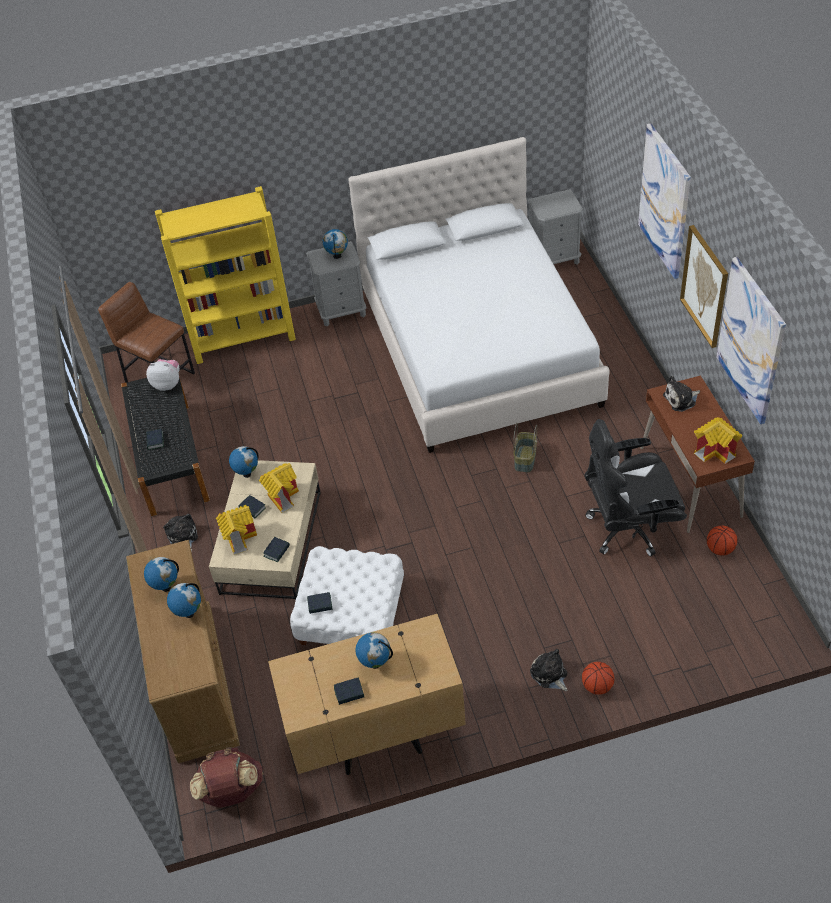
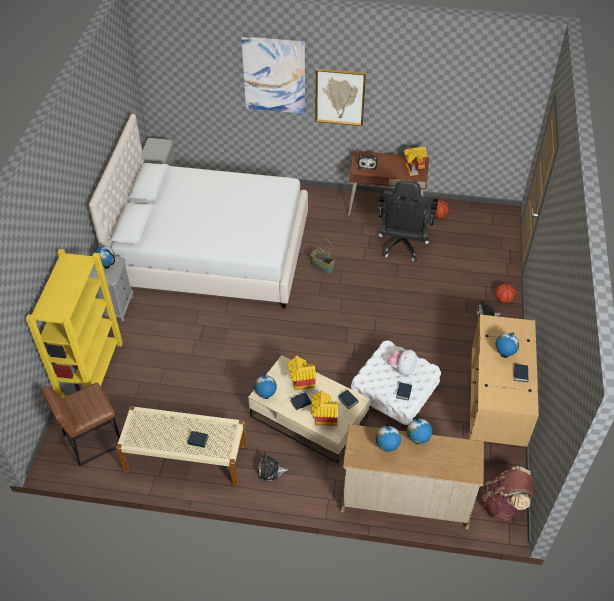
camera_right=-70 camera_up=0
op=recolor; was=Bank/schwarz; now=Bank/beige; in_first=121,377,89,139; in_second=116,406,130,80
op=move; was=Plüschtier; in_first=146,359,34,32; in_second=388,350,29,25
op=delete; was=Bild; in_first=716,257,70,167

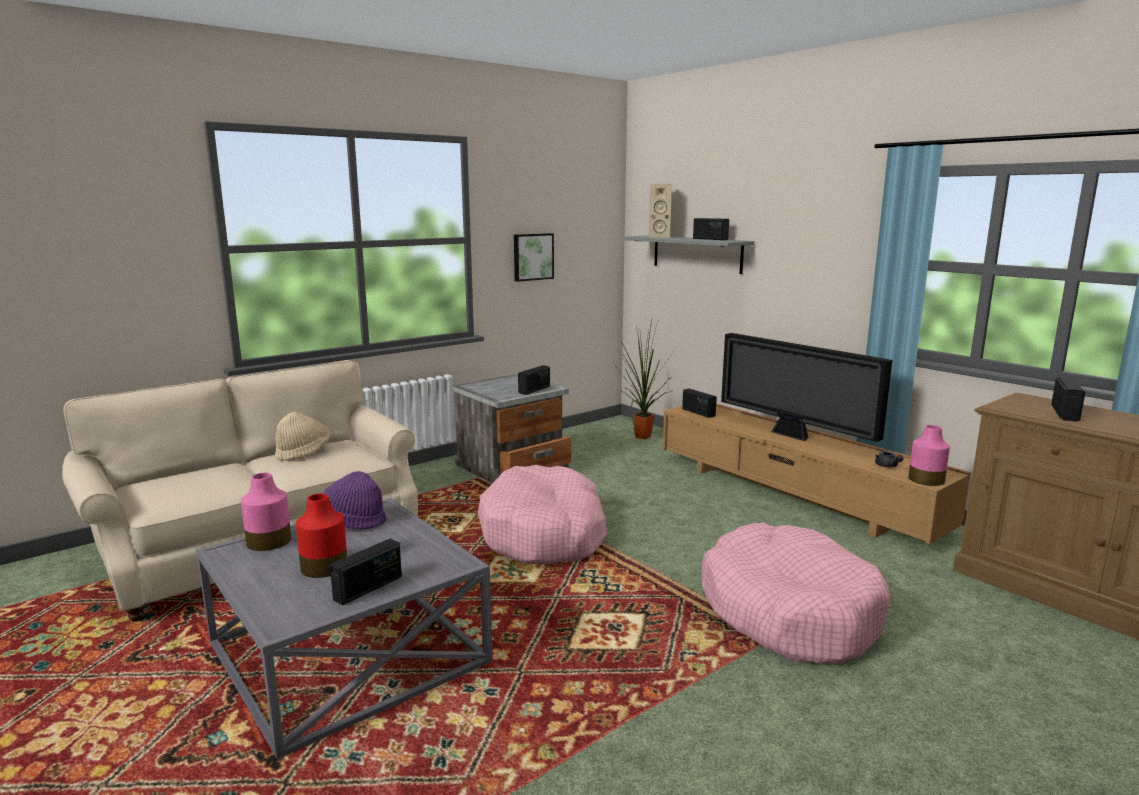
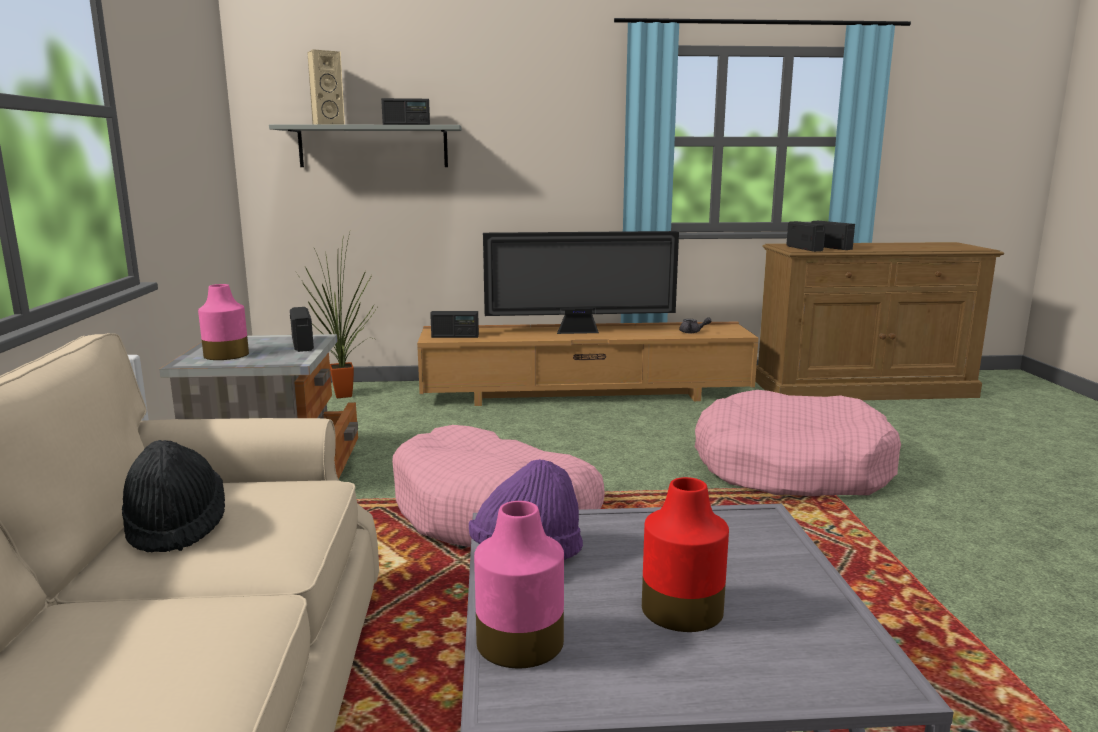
camera_right=-55 camera_up=0
op=recolor; was=Hut/beige; now=Hut/schwarz; in_first=275,412,55,49; in_second=122,440,103,113
op=move; was=Radio; in_first=330,539,72,66; in_second=786,221,40,31
op=delete; was=Bild; in_first=514,233,40,49
op=move; was=Vase/rosa; in_first=908,425,42,61; in_second=198,284,51,76

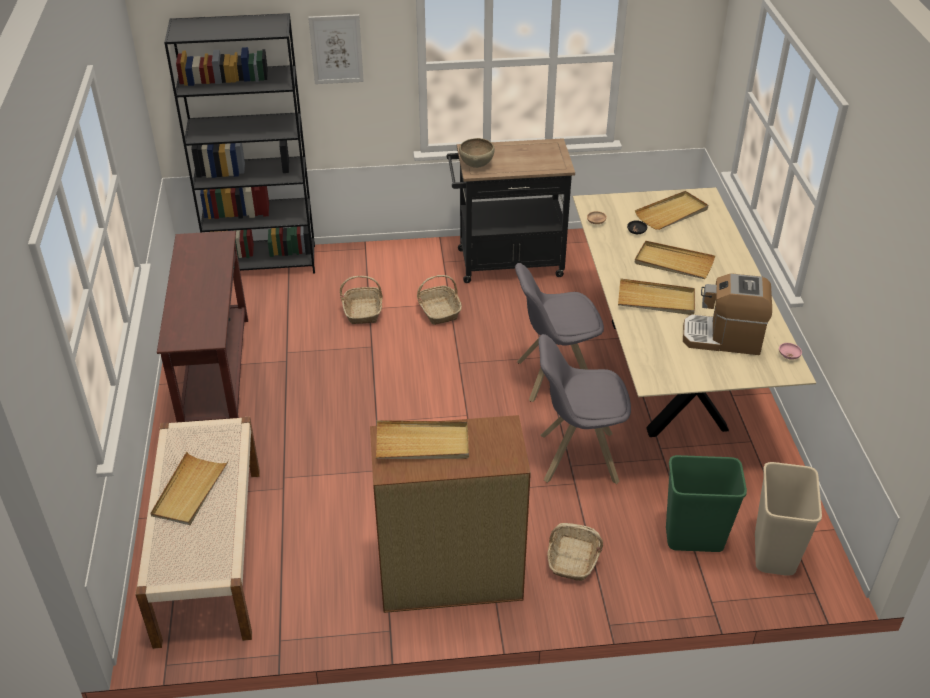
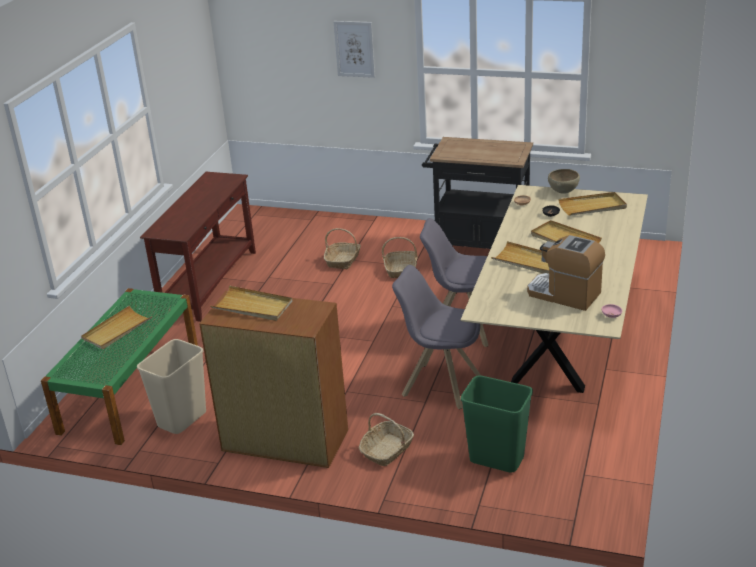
camera_right=25 camera_up=-10
op=recolor; was=Bank/beige; now=Bank/grün; in_first=135,417,125,232; in_second=41,288,157,157
op=delete; was=Bücherregal/schwarz; in_first=164,13,151,260
op=move; was=Schüssel/braun; in_first=459,138,36,30; in_second=548,169,32,25
op=move; was=Mülleimer/beige; in_first=755,462,67,114; in_second=137,339,69,95

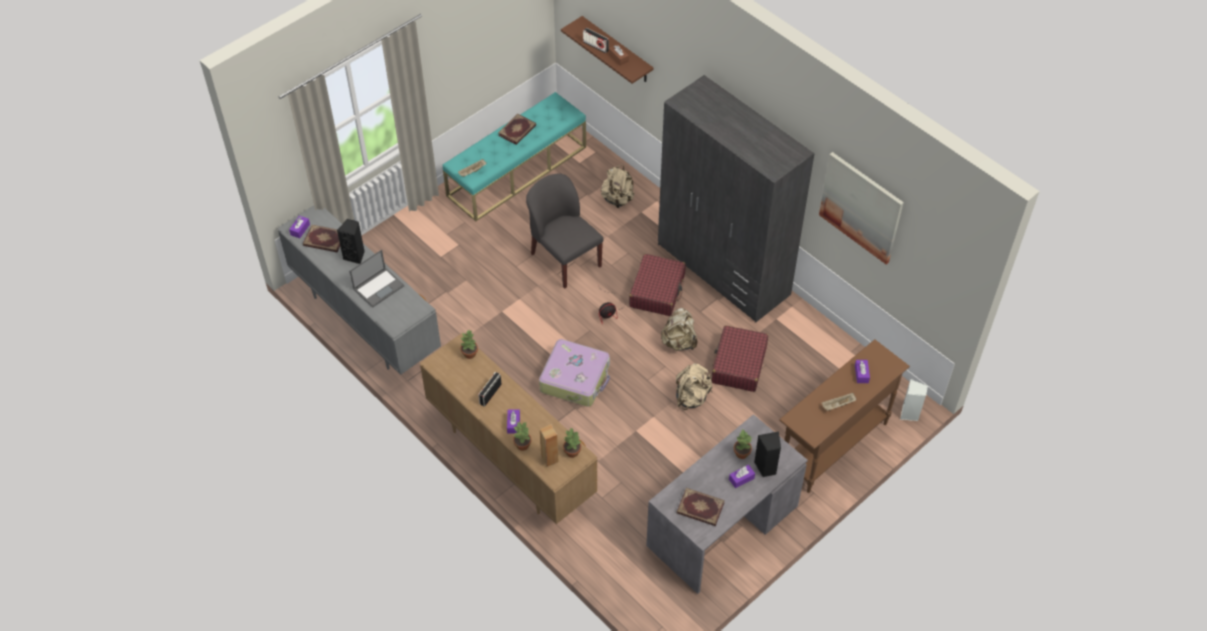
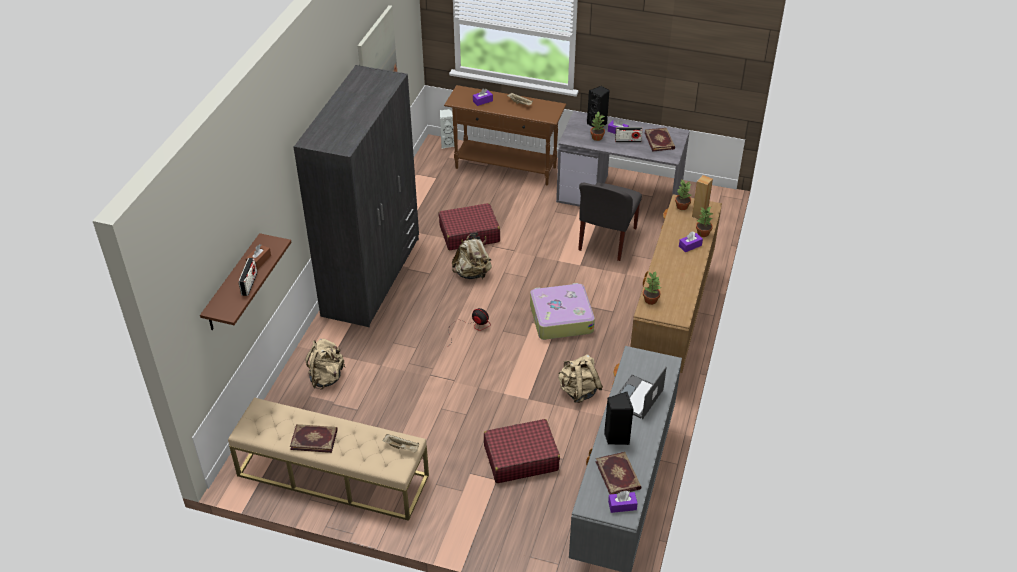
camera_right=-120 camera_up=-10
op=rotate; was=Laptop; in_first=349,250,55,58; in_second=617,366,50,53; clockwise=-75
op=recolor; was=Bank/türkis; now=Bank/beige; in_first=442,92,144,129; in_second=228,397,201,124
op=move; was=Radio; in_first=478,372,24,35; in_second=615,127,28,15
op=move; was=Stuhl/grau; in_first=526,173,77,116; in_second=578,183,64,78
op=move; was=Koffer/rot; in_first=629,254,57,62; in_second=484,419,76,64
op=move; was=Rucksack/beige; in_first=676,363,36,47; in_second=558,354,45,49

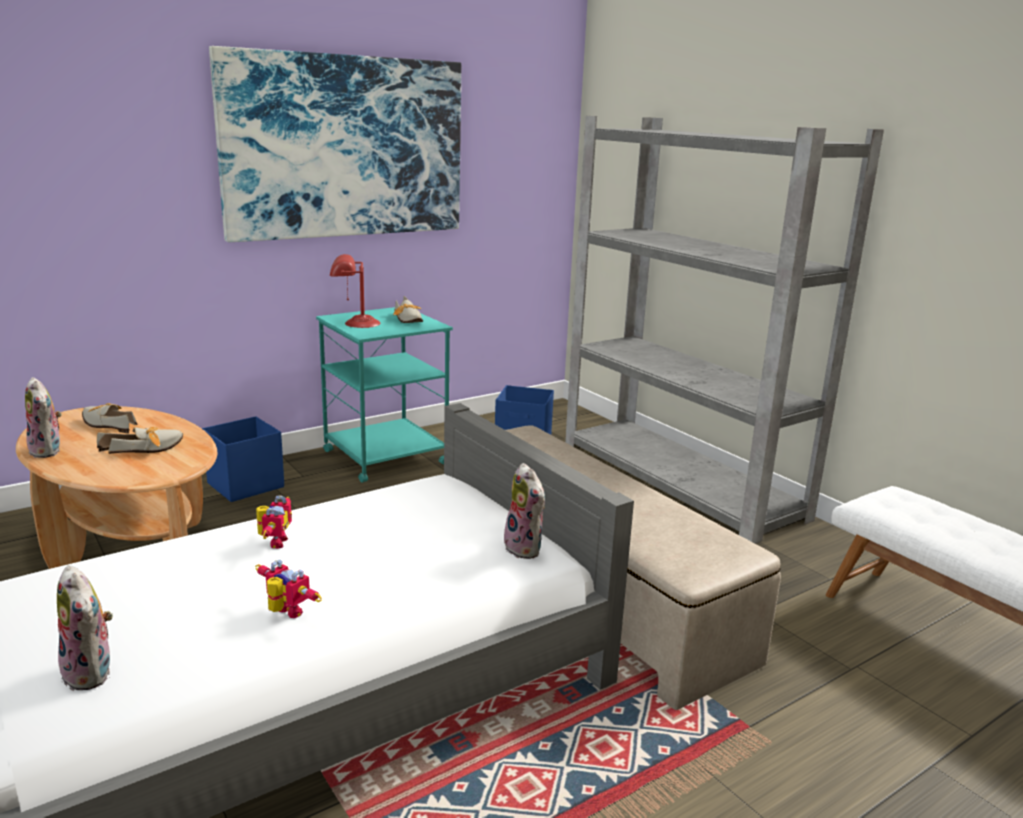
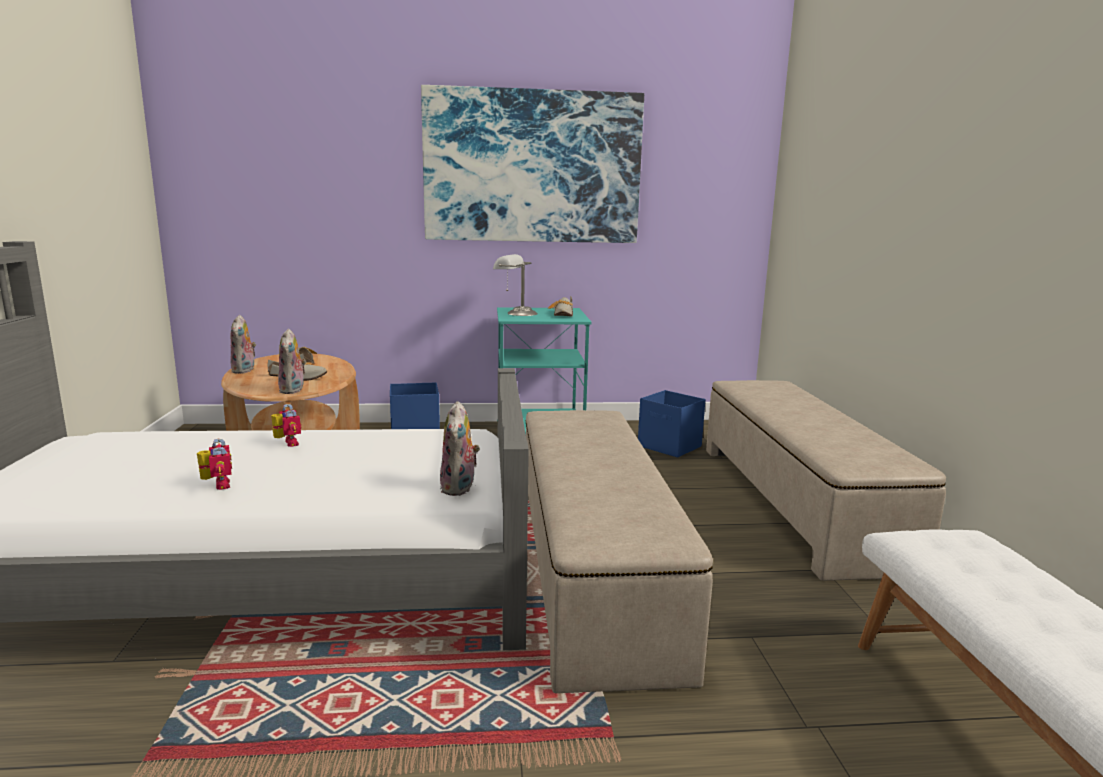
camera_right=30 camera_up=-5
op=move; was=Plüschtier; in_first=57,565,56,126; in_second=278,329,28,65
op=rotate; was=Spielzeugroboter; in_first=256,495,36,54; in_second=271,404,30,43; clockwise=-60
op=recolor; was=Tischlampe/rot; now=Tischlampe/weiß; in_first=330,254,51,74; in_second=493,254,45,62
op=replace; was=Bücherregal/grau; now=Bank/beige; in_first=565,116,319,428; in_second=706,380,240,201

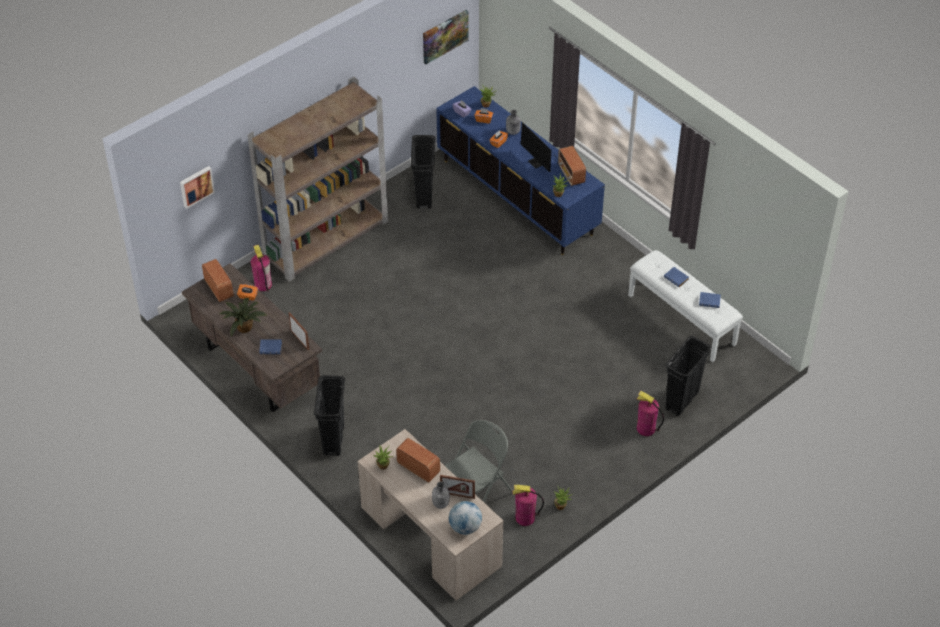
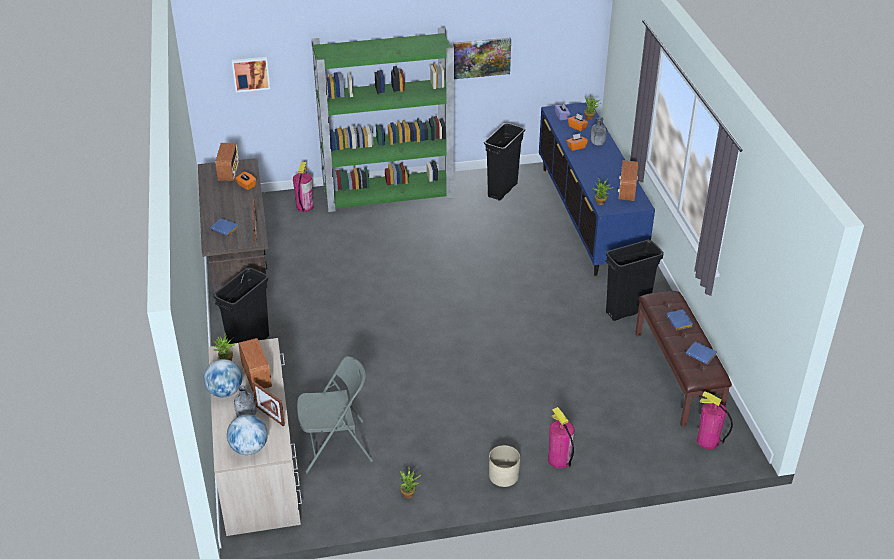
camera_right=30 camera_up=-10
op=delete; was=Topfpflanze; in_first=220,298,47,38
op=recolor; was=Bücherregal/braun; now=Bücherregal/grün; in_first=247,77,141,205; in_second=312,27,142,185
op=move; was=Bild; in_first=423,10,45,54; in_second=453,38,58,41
op=move; was=Feuerlöscher; in_first=512,485,32,41; in_second=697,391,36,58
op=delete; was=Monitor; in_first=521,122,36,50
op=recolor; was=Bank/weiß; now=Bank/braun; in_first=628,250,115,112; in_second=635,291,97,136
op=move; was=Mülleimer/schwarz; in_first=665,336,47,80; in_second=605,240,59,81
op=insert; now=Globus; in_second=203,359,39,38
op=insert; now=Pflanzkübel/beige; in_second=489,445,31,42

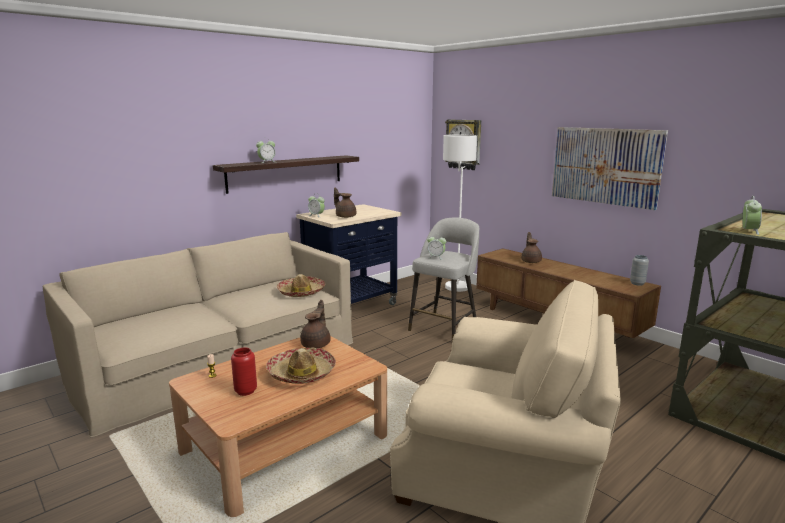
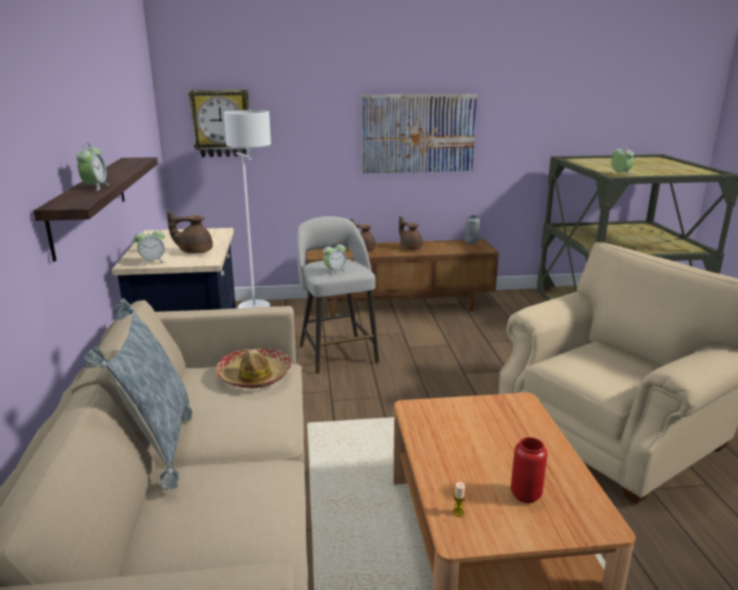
camera_right=-55 camera_up=5
op=delete; was=Hut; in_first=266,348,70,36
op=move; was=Teekanne/braun; in_first=300,300,31,48; in_second=399,216,24,34
op=insert; now=Kissen; in_second=83,298,109,191

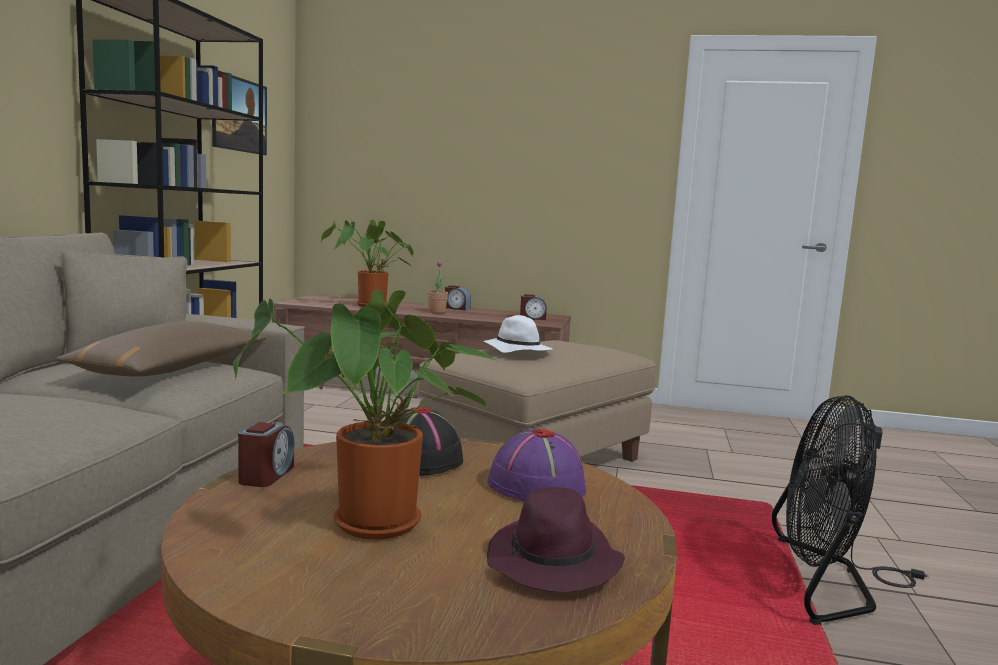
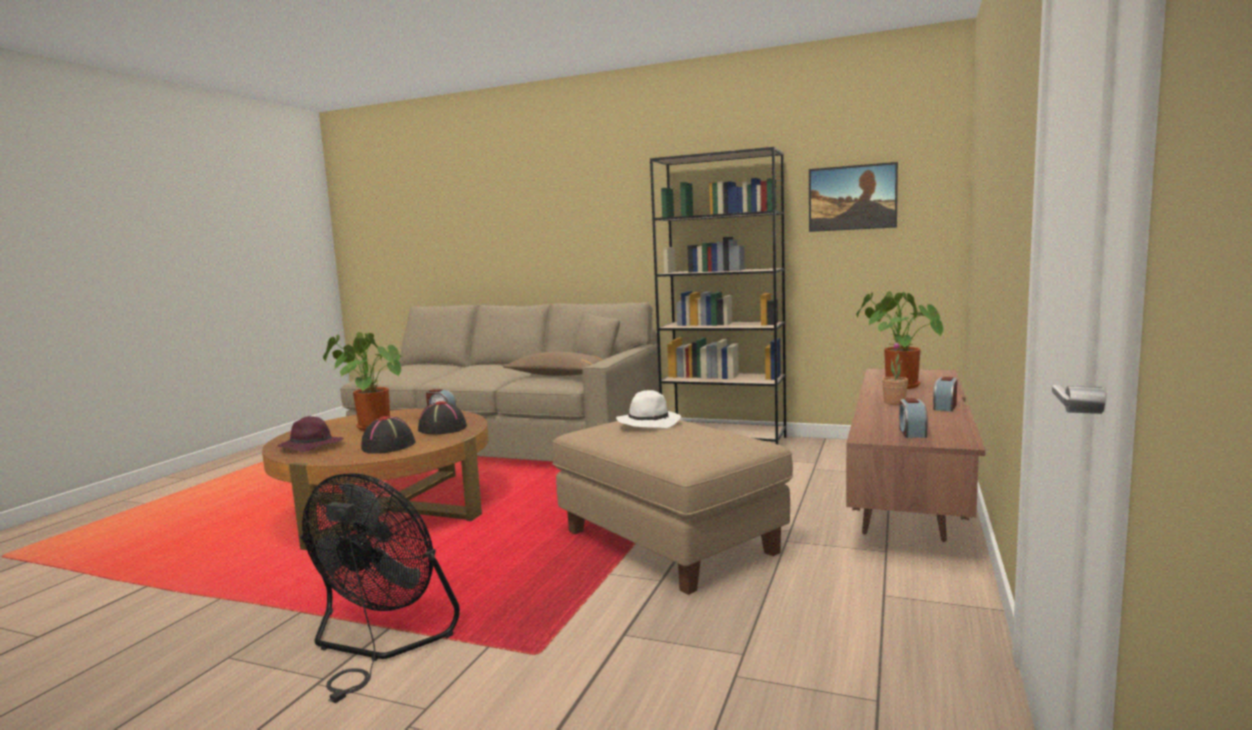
camera_right=100 camera_up=0
op=recolor; was=Hut/lila; now=Hut/schwarz; in_first=487,429,99,72; in_second=361,416,54,38

